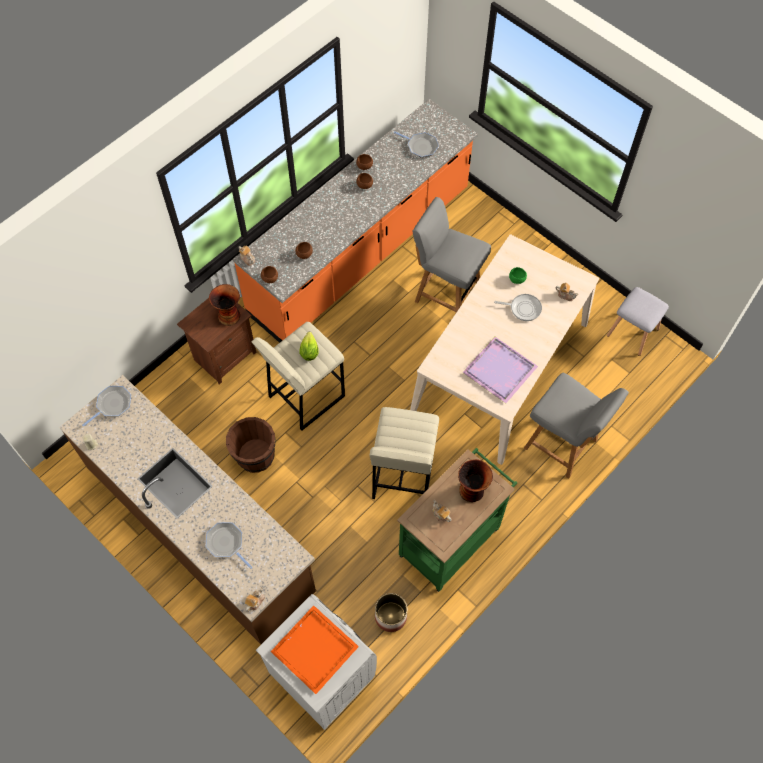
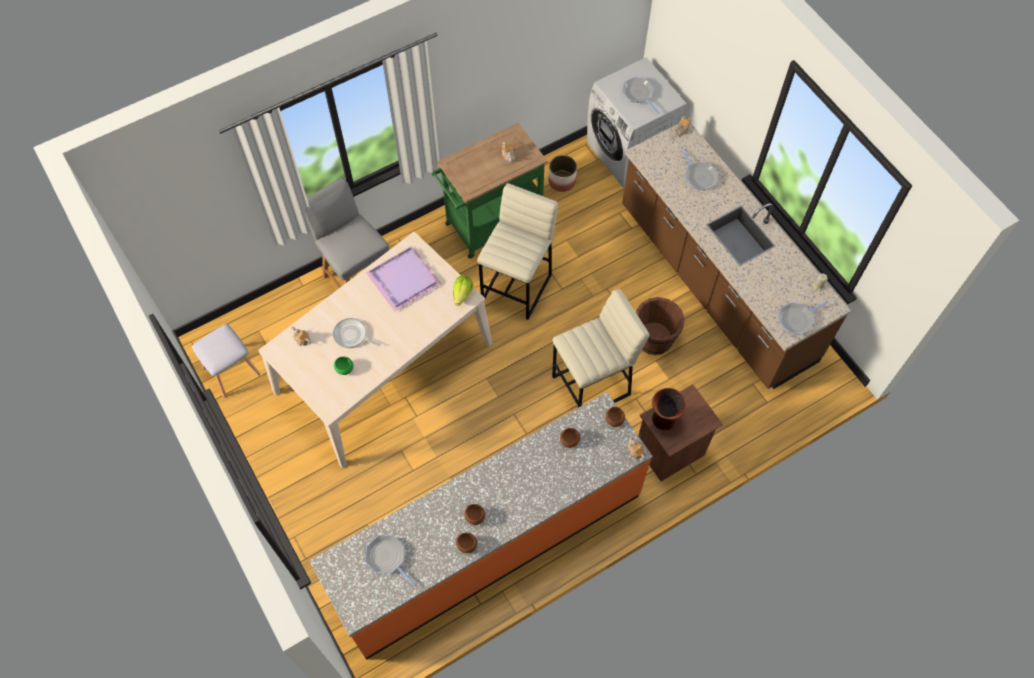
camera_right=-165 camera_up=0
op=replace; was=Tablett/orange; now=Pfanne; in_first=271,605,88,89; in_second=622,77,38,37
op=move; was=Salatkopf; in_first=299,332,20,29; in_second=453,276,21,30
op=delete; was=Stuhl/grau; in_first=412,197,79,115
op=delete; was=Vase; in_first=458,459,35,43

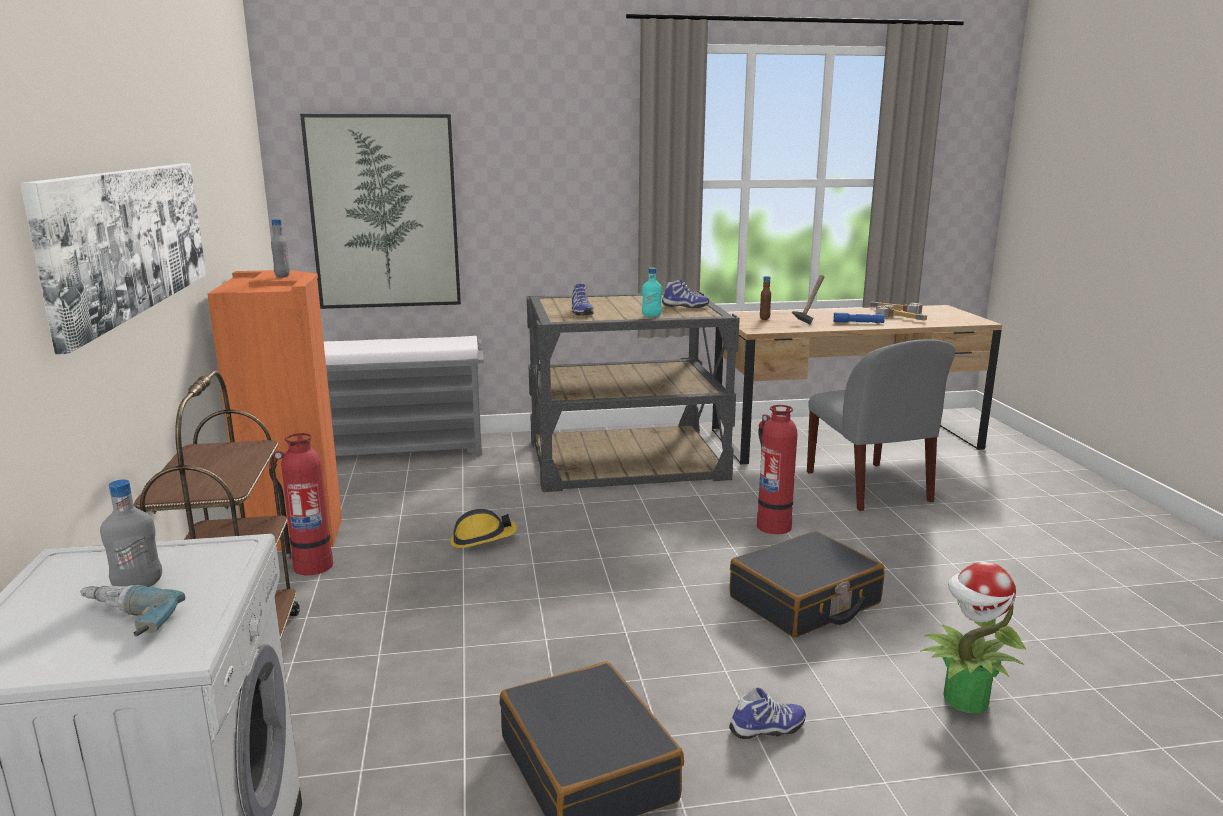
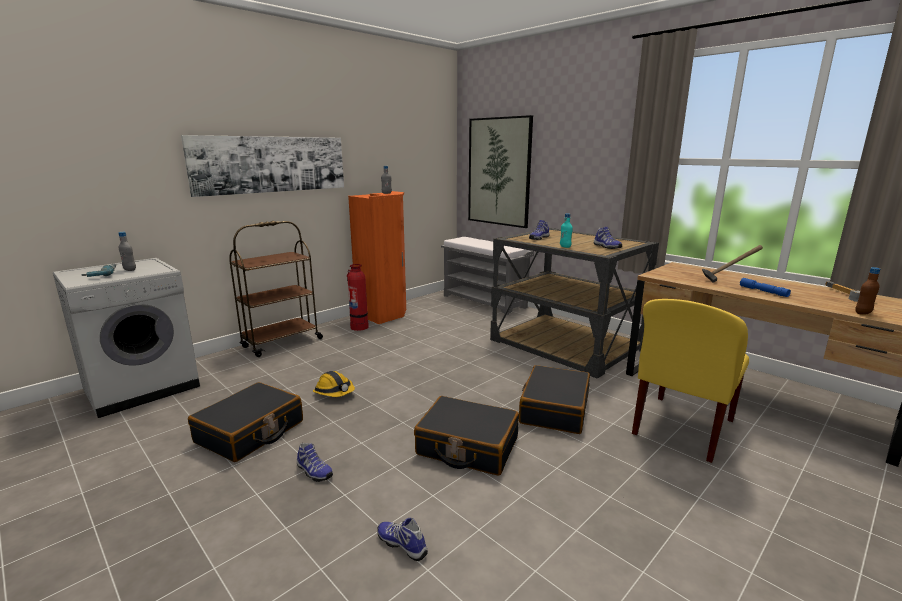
camera_right=55 camera_up=0
op=move; was=Schutzhelm; in_first=451,509,66,39; in_second=313,371,42,26
op=replace; was=Feuerlöscher; now=Koffer/schwarz; in_first=757,405,41,129; in_second=519,365,71,69
op=move; was=Flasche/braun; in_first=760,276,11,44; in_second=855,267,25,48
op=recolor; was=Stuhl/grau; now=Stuhl/gelb; in_first=807,339,148,172; in_second=632,299,117,164
op=delete; was=Hammer; in_first=876,305,51,15
op=replace; was=Topfpflanze; now=Schuh; in_first=920,562,106,151; in_second=377,517,51,44

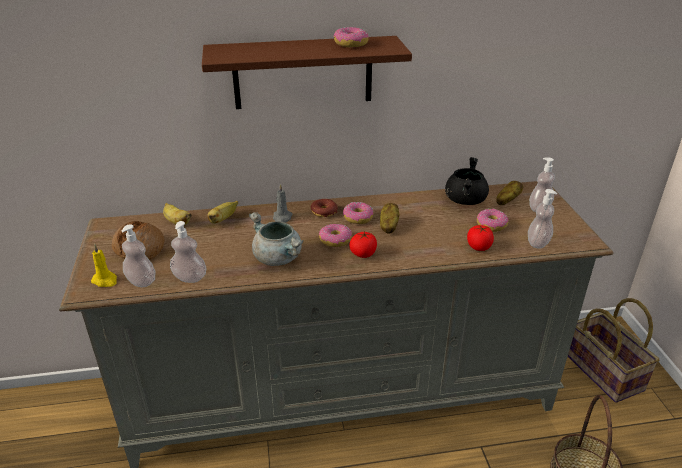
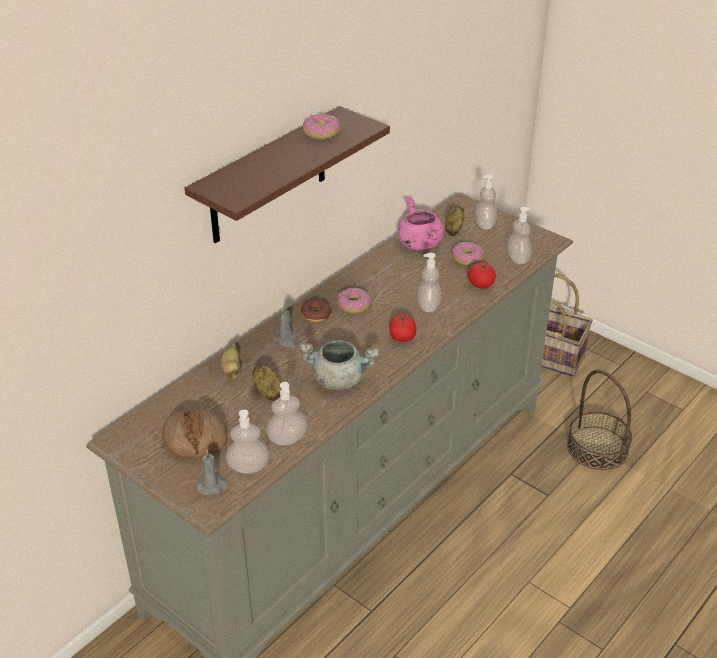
camera_right=-40 camera_up=5
op=recolor; was=Kerze/gelb; now=Kerze/grau; in_first=91,244,26,43; in_second=197,450,32,45
op=delete; was=Banane; in_first=163,203,29,22
op=delete; was=Donut; in_first=319,224,33,23
op=move; was=Kartoffel; in_first=380,203,19,31; in_second=252,364,30,37
op=recolor; was=Kochtopf/schwarz; now=Kochtopf/rosa; in_first=445,157,44,48; in_second=398,197,46,53
op=insert; now=Seifenspender; in_second=417,253,25,60

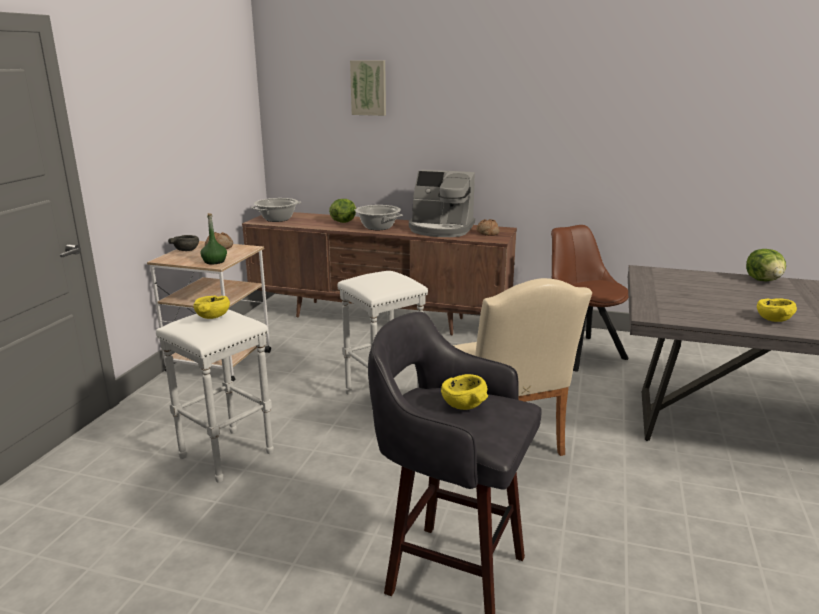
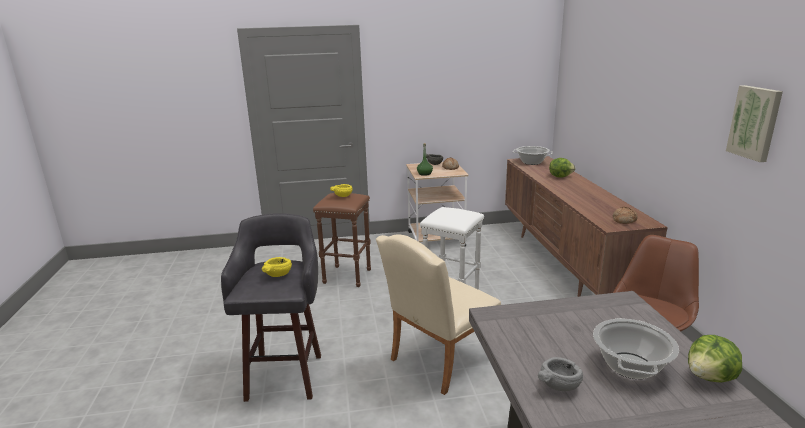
camera_right=65 camera_up=0
op=recolor; was=Hocker/weiß; now=Hocker/braun; in_first=156,310,118,172; in_second=313,193,58,94
op=move; was=Bild; in_first=350,60,36,56; in_second=726,85,57,77
op=move; was=Kochtopf; in_first=355,205,47,25; in_second=593,318,86,61
op=delete; was=Kaffeemaschine; in_first=409,170,66,67
op=recolor; was=Schüssel/gelb; now=Schüssel/grau; in_first=757,298,40,24; in_second=538,357,45,34

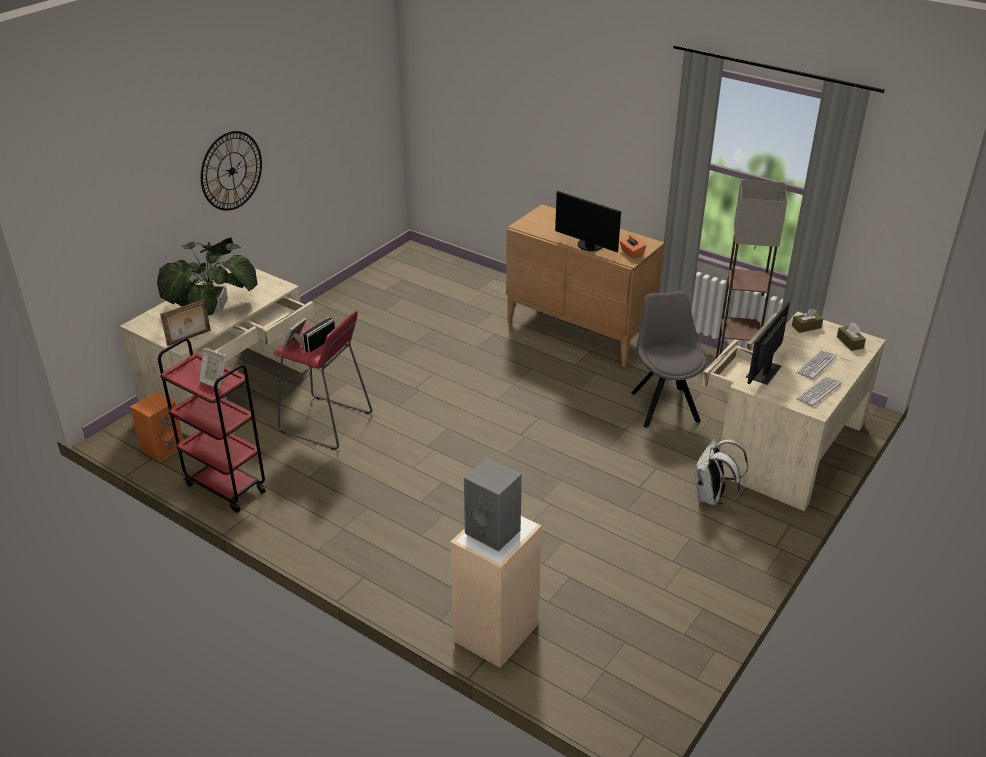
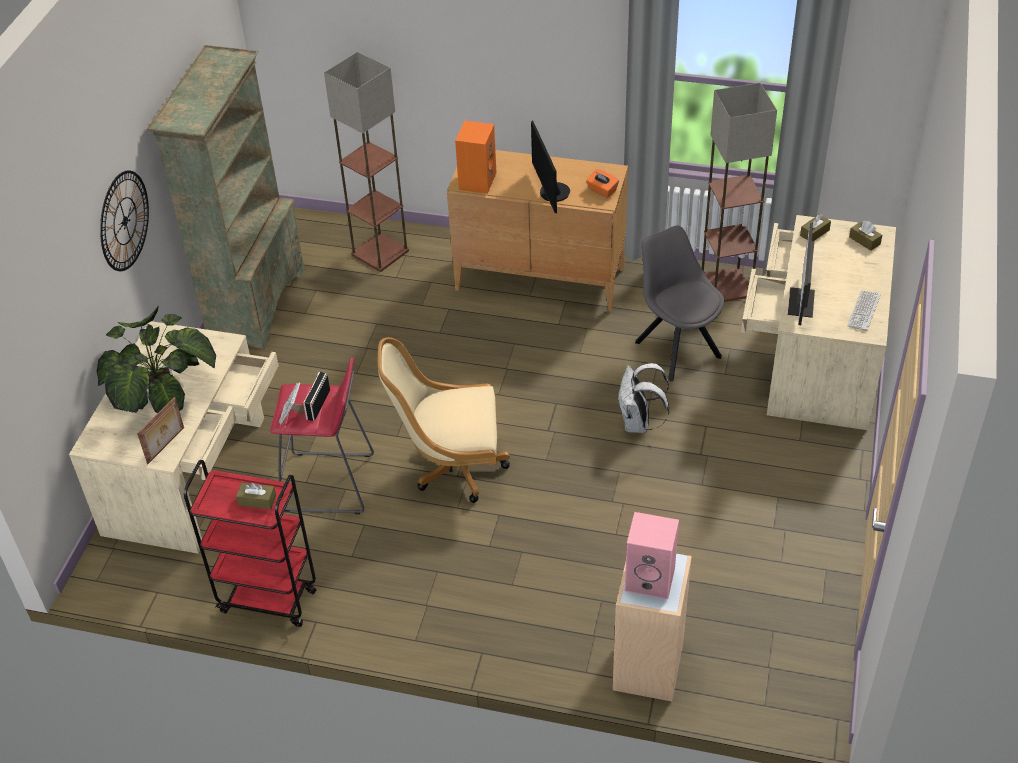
camera_right=-20 camera_up=10
op=move; was=Lautsprecher/orange; in_first=130,391,54,71; in_second=455,121,42,73
op=replace; was=Bilderrahmen; now=Taschentuchbox/braun; in_first=199,348,28,41; in_second=236,483,40,26
op=recolor; was=Lautsprecher/grau; now=Lautsprecher/rosa; in_first=464,458,58,94; in_second=625,512,54,87
op=rotate; was=Monitor; in_first=555,191,66,61; in_second=531,120,39,93; clockwise=60
op=move; was=Rucksack/weiß; in_first=695,438,53,68; in_second=618,363,52,70
op=delete; was=Tastatur; in_first=796,350,41,29
op=insert; now=Bücherregal/grün; in_second=146,45,159,304
op=insert; now=Stehlampe; in_second=324,52,85,220
op=insert; now=Bürostuhl/beige; in_second=377,337,133,166

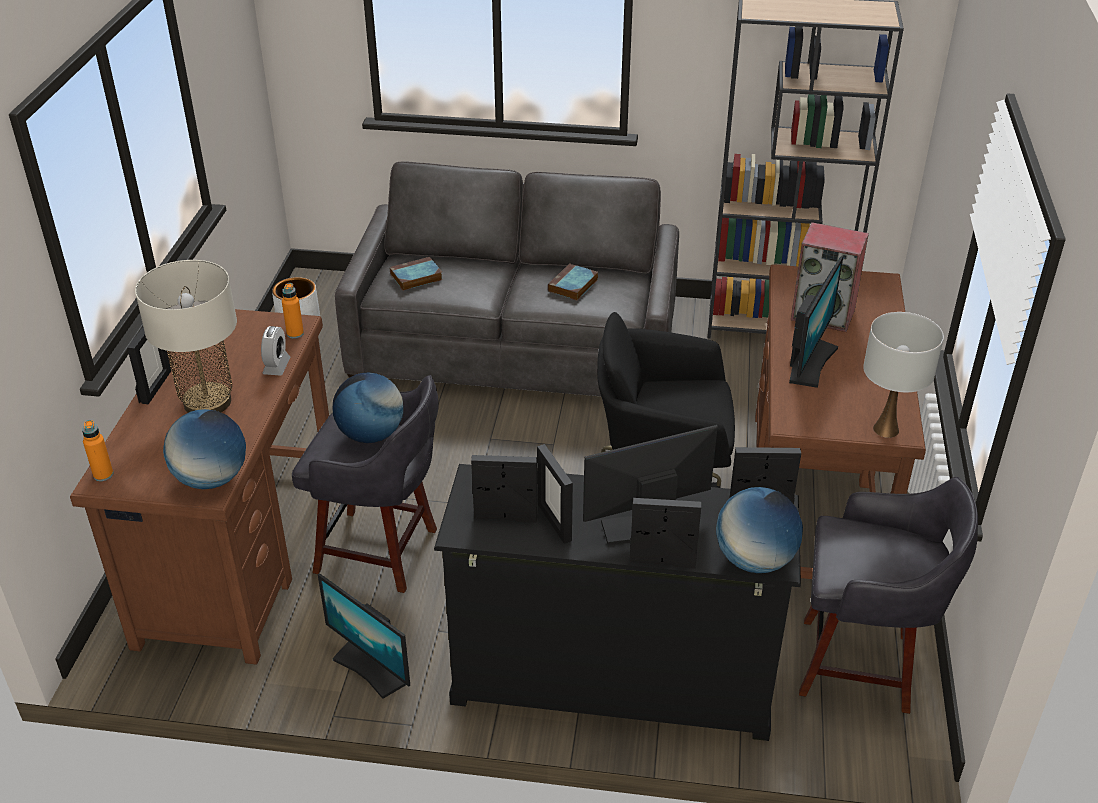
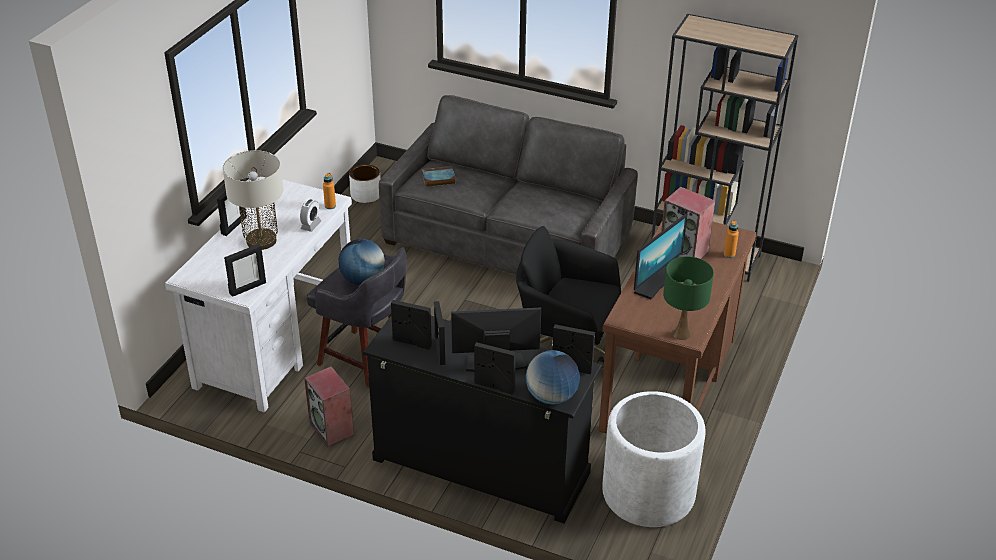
camera_right=15 camera_up=0
op=recolor; was=Schreibtisch/braun; now=Schreibtisch/weiß; in_first=70,306,259,358; in_second=165,179,187,233
op=move; was=Flasche/orange; in_first=82,420,31,61; in_second=724,220,15,38
op=replace; was=Globus; now=Bilderrahmen; in_first=163,409,83,80; in_second=224,244,42,53
op=replace; was=Monitor; now=Lautsprecher; in_first=318,574,92,125; in_second=304,366,50,81
op=delete; was=Buch; in_first=548,264,50,37
op=replace; was=Hocker/grau; now=Pflanzkübel/weiß; in_first=799,477,179,237; in_second=602,391,104,136
op=recolor; was=Tischlampe/weiß; now=Tischlampe/grün; in_first=863,312,81,126; in_second=663,256,51,84

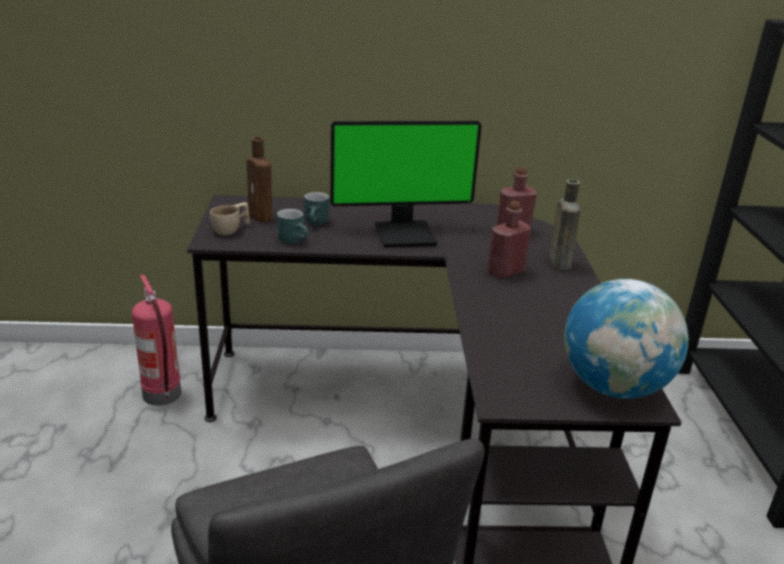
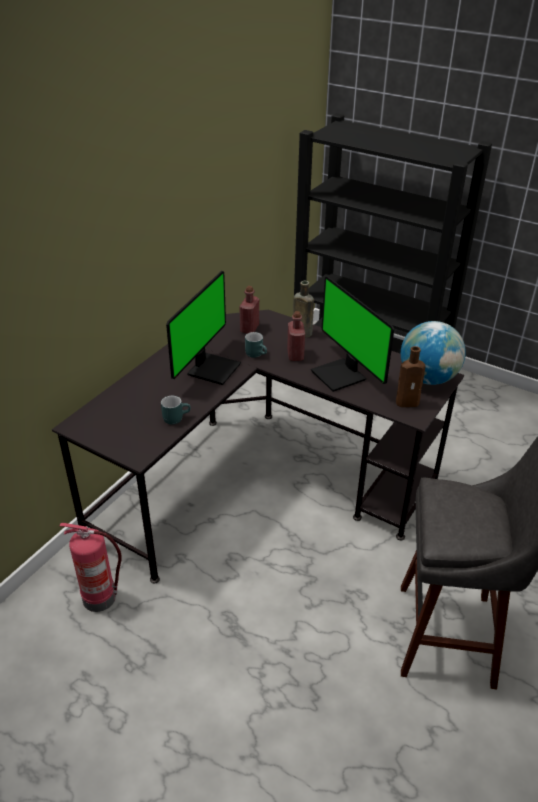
camera_right=-55 camera_up=10
op=delete; was=Tasse/beige; in_first=210,202,40,33
op=move; was=Flasche/braun; in_first=247,137,25,85; in_second=396,346,30,61
op=move; was=Henkelbecher/türkis; in_first=304,192,25,33; in_second=245,332,22,26
op=insert; now=Monitor; in_second=311,276,83,116

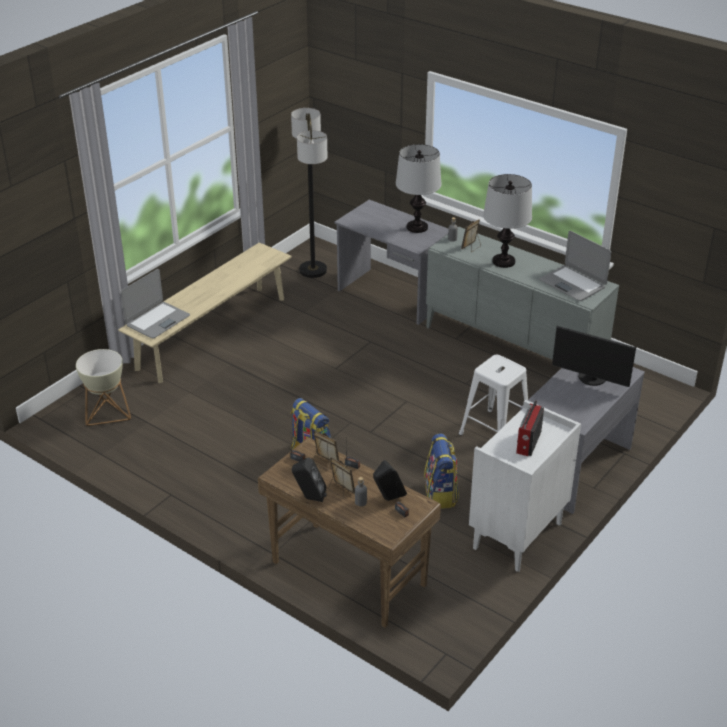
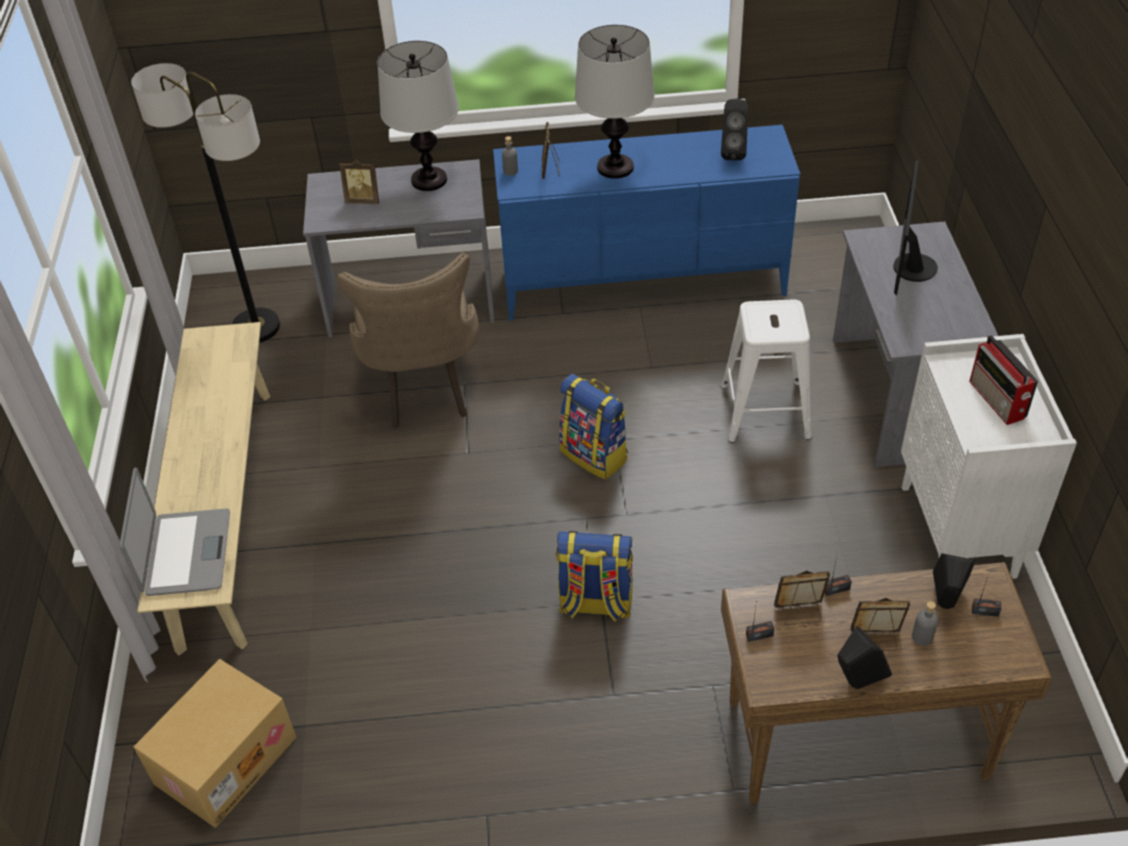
camera_right=-40 camera_up=10
op=replace; was=Pflanzkübel; now=Karton; in_first=76,349,55,77; in_second=134,659,162,169
op=move; was=Rucksack; in_first=424,433,35,76; in_second=559,374,69,106
op=recolor; was=Kommode/grau; now=Kommode/blau; in_first=426,227,193,133; in_second=493,125,307,196
op=replace; was=Laptop; now=Lautsprecher/schwarz; in_first=539,231,72,70; in_second=721,98,27,62
op=rotate; was=Monitor; in_first=552,326,84,61; in_second=894,160,44,135; clockwise=120
op=insert; now=Stuhl/beige; in_second=337,253,142,175
op=insert; now=Bilderrahmen; in_second=340,160,39,44

